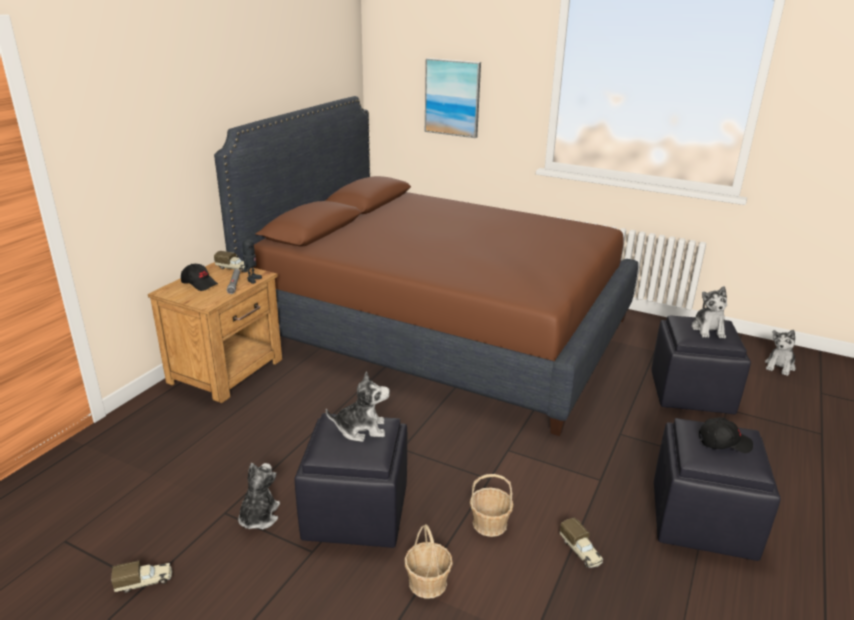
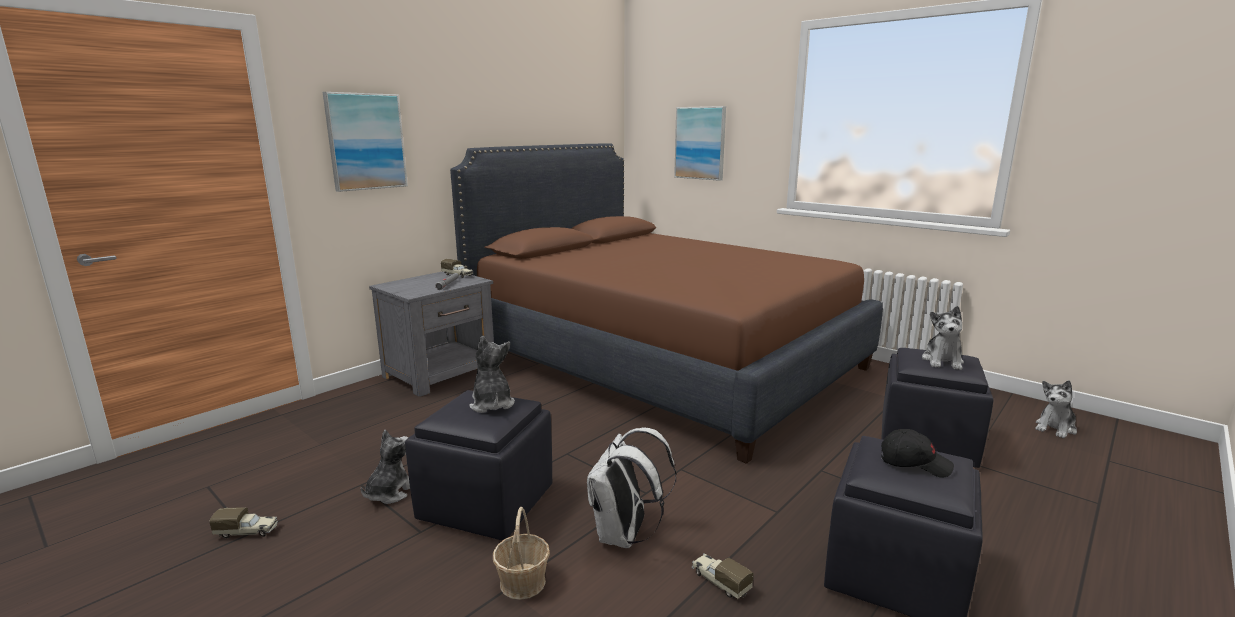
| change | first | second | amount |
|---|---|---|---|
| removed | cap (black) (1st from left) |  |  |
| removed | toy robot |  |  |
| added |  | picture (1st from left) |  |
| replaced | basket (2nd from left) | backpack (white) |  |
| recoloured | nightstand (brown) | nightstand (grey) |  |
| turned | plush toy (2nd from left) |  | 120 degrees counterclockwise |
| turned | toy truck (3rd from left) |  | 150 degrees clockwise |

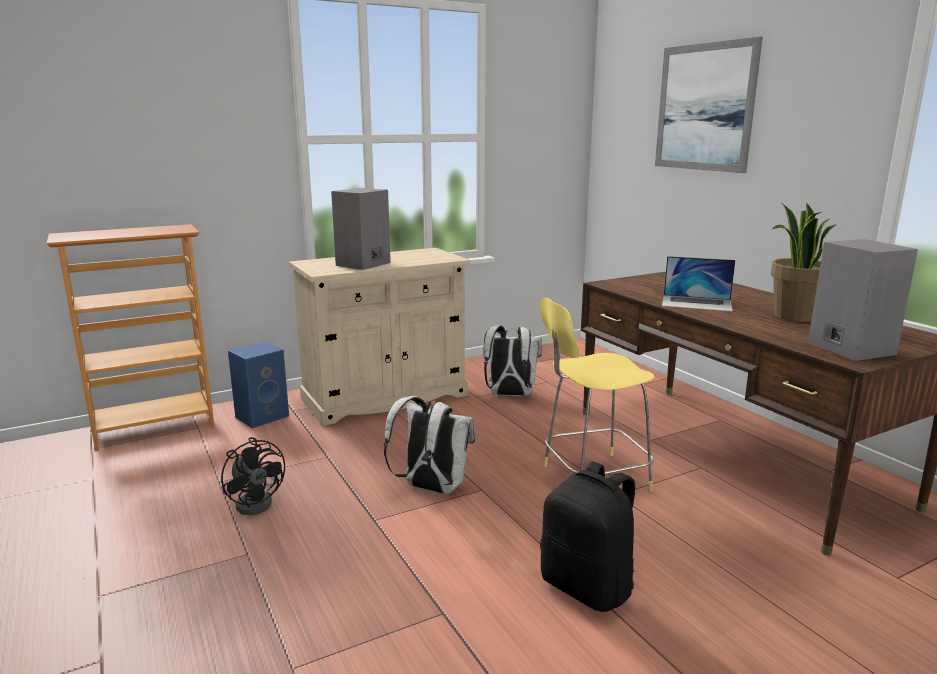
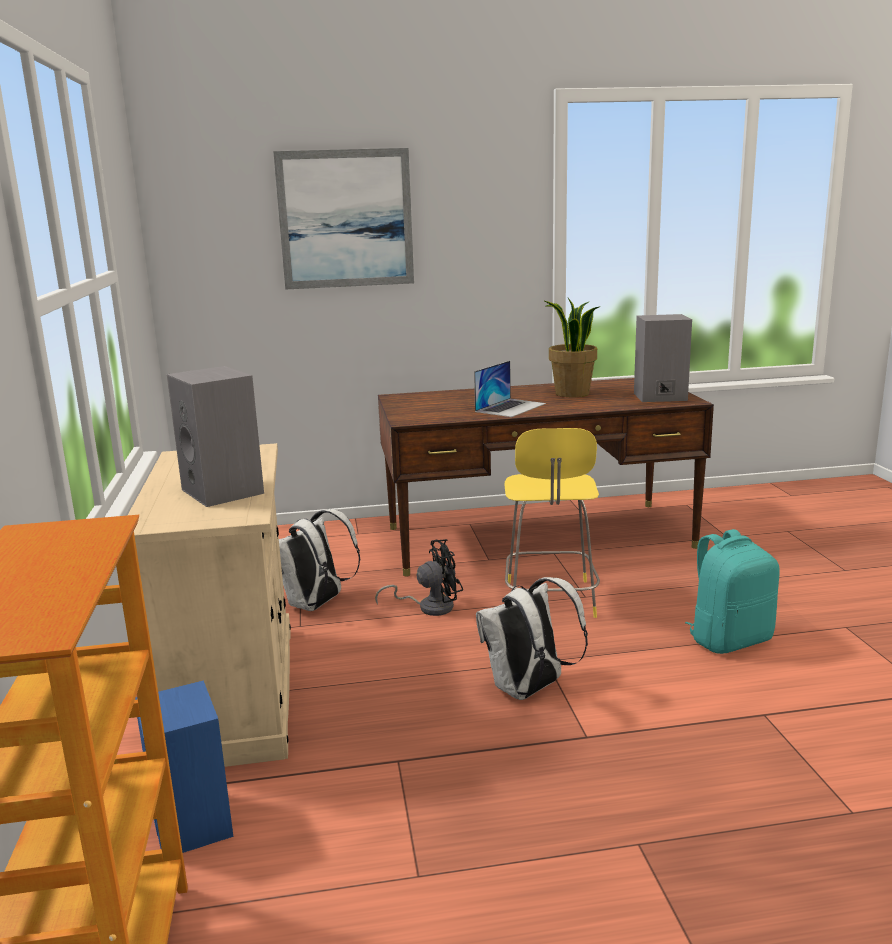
| change | first | second | amount |
|---|---|---|---|
| moved | fan (black) |  |  |
| recoloured | backpack (black) | backpack (turquoise) |  |

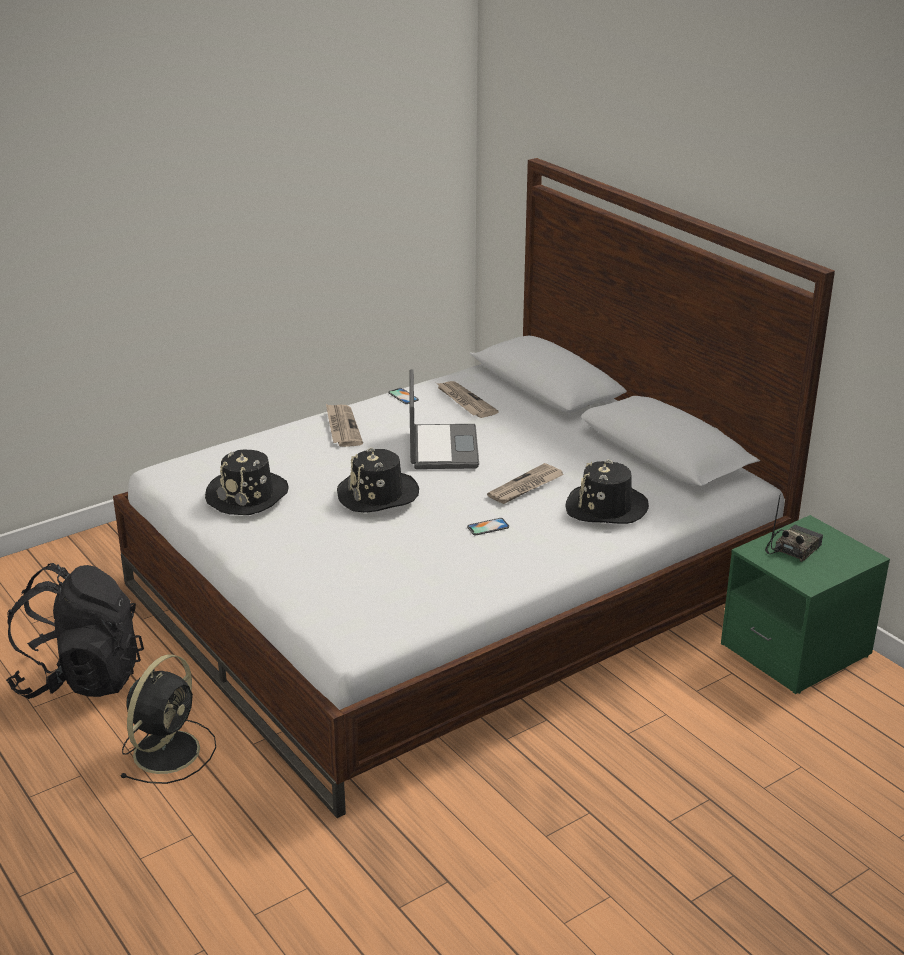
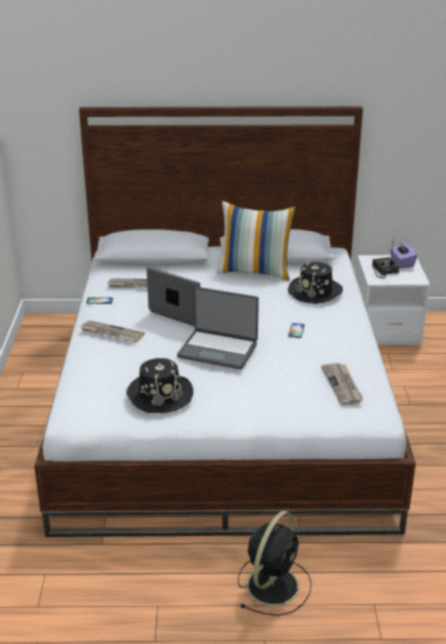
| change | first | second | amount |
|---|---|---|---|
| removed | backpack (black) |  |  |
| added |  | pillow |  |
| added |  | tissue box (purple) |  |
| moved | newspaper (3rd from left) |  |  |
| replaced | hat (black) (2nd from left) | laptop (2nd from left) |  |
| recoloured | nightstand (green) | nightstand (white) |  |
| turned | fan (black) |  | 60 degrees clockwise |

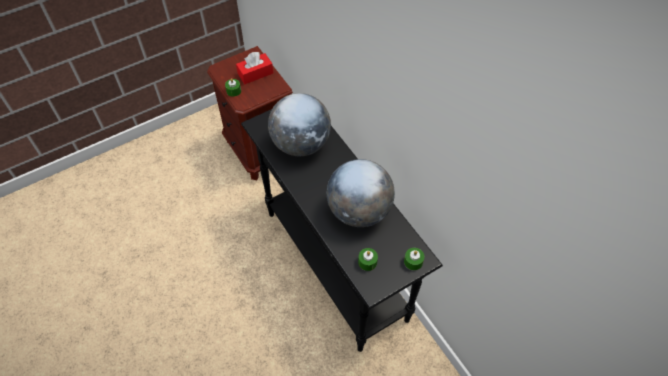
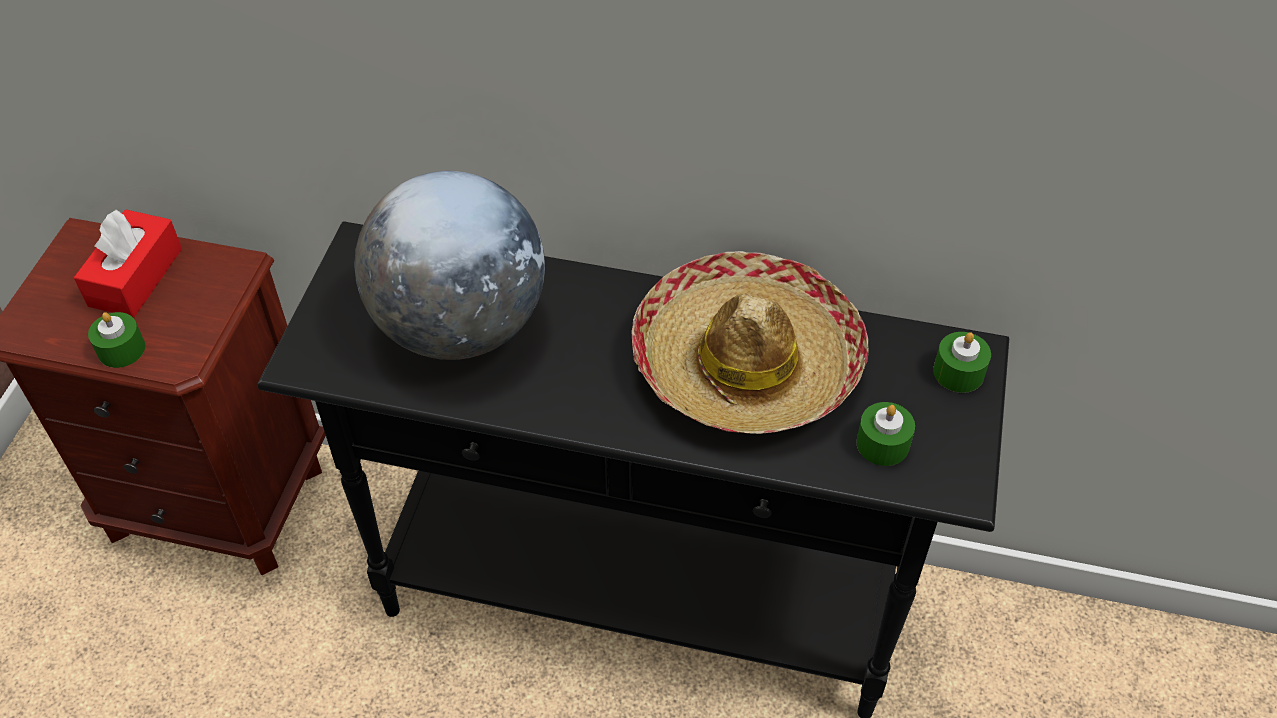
| change | first | second | amount |
|---|---|---|---|
| replaced | globe (2nd from left) | hat |  |

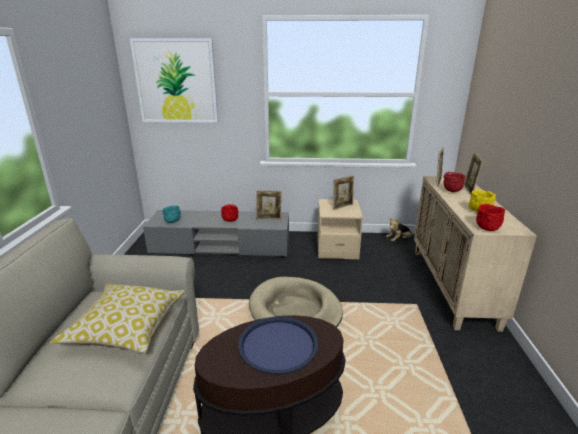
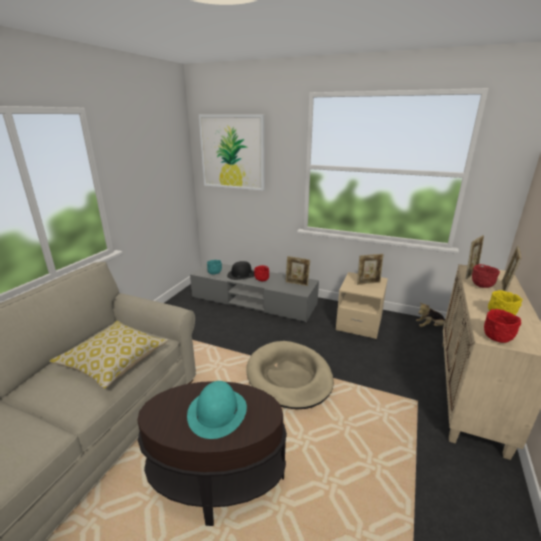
| change | first | second | amount |
|---|---|---|---|
| added |  | hat (black) |  |
| replaced | tray (blue) | hat (turquoise) |  |

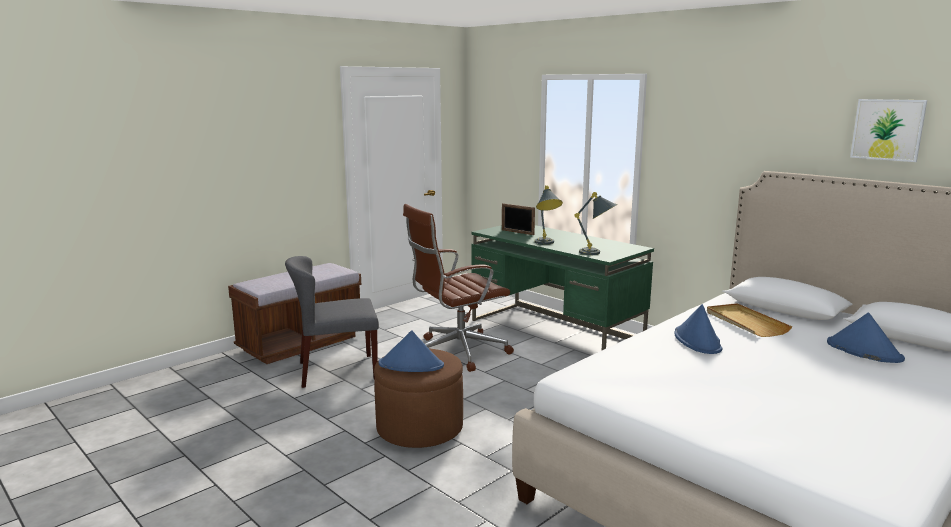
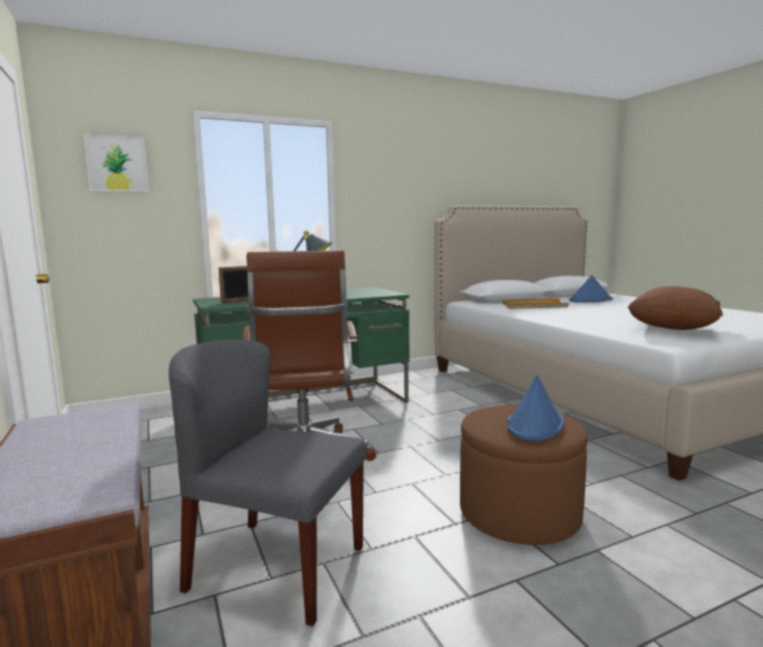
| change | first | second | amount |
|---|---|---|---|
| removed | table lamp (grey) (2nd from left) |  |  |
| removed | hat (blue) (2nd from left) |  |  |
| added |  | pillow (brown) |  |
| moved | picture |  |  |
| turned | chair (grey) |  | 105 degrees clockwise |

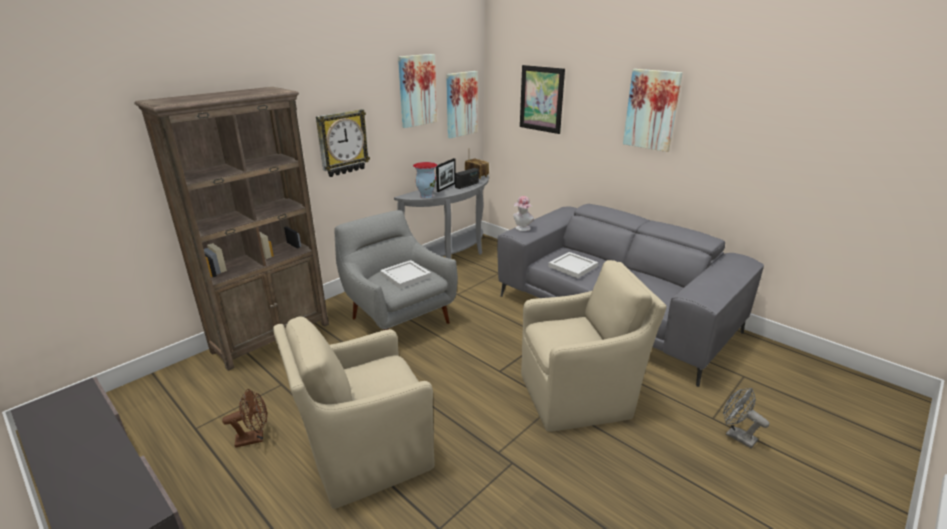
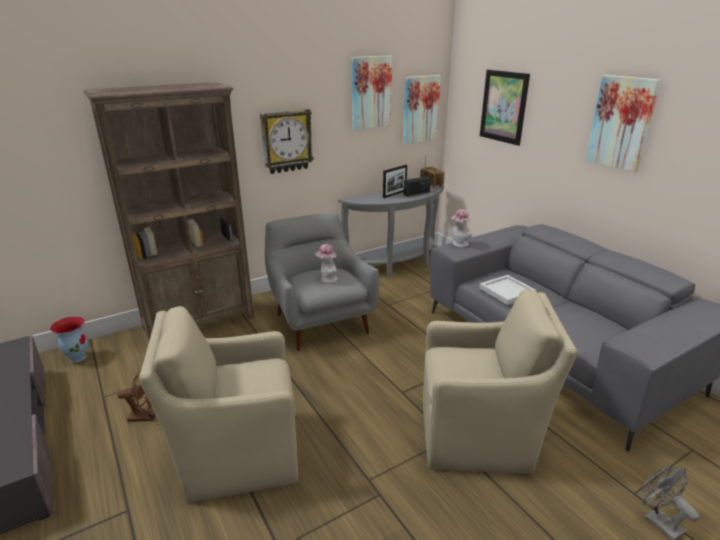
| change | first | second | amount |
|---|---|---|---|
| moved | vase |  |  |
| replaced | tray (white) (1st from left) | hat (1st from left) |  |

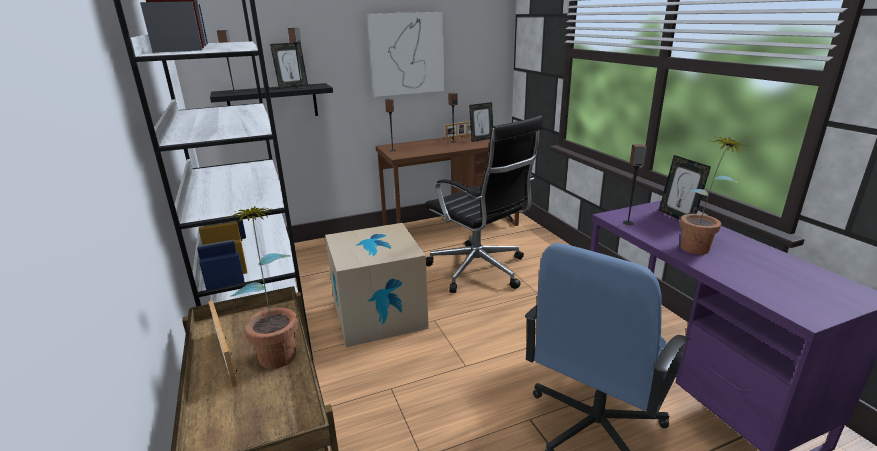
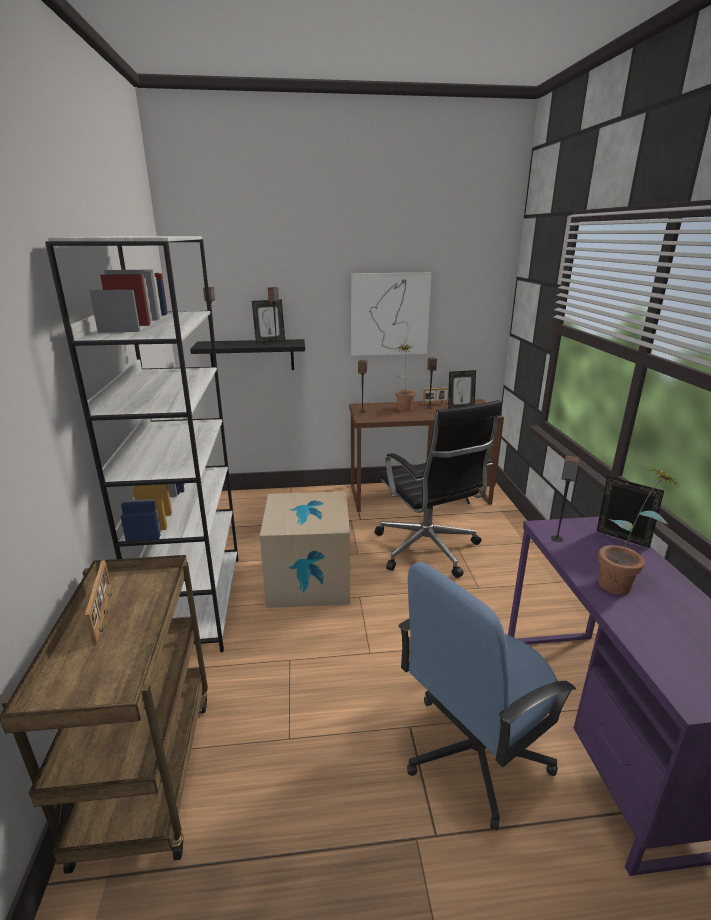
| change | first | second | amount |
|---|---|---|---|
| moved | potted plant (1st from left) |  |  |
| turned | picture frame (5th from left) |  | 135 degrees clockwise |

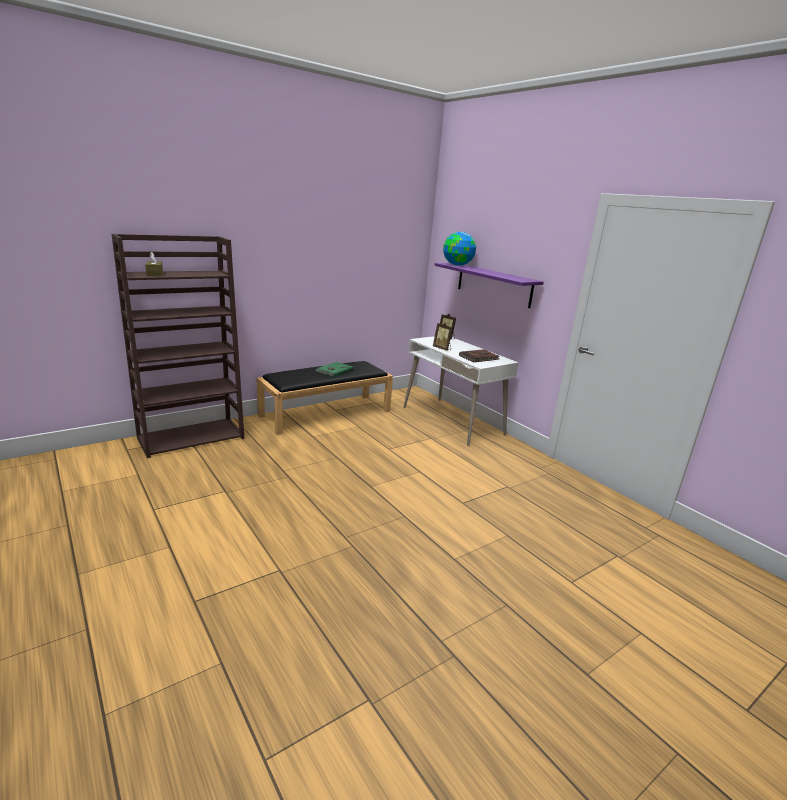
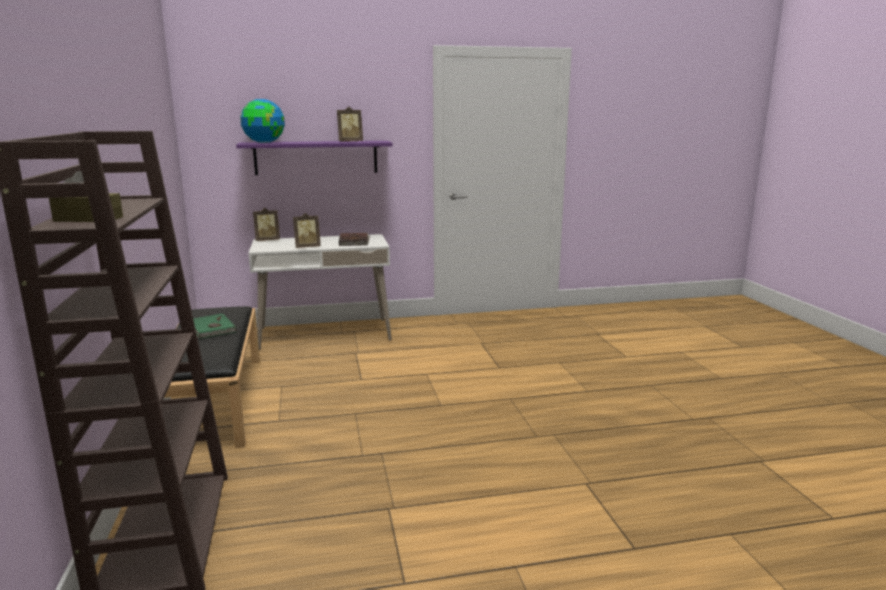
| change | first | second | amount |
|---|---|---|---|
| added |  | picture frame (3rd from left) |  |

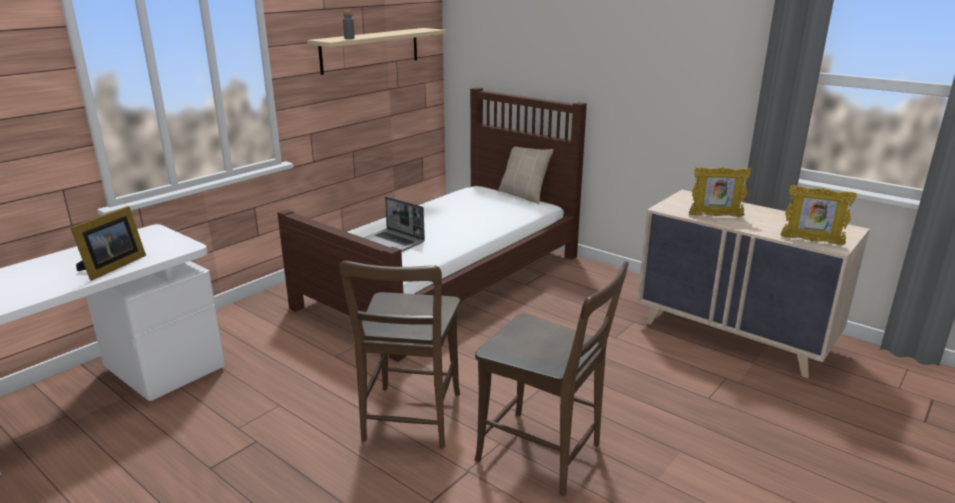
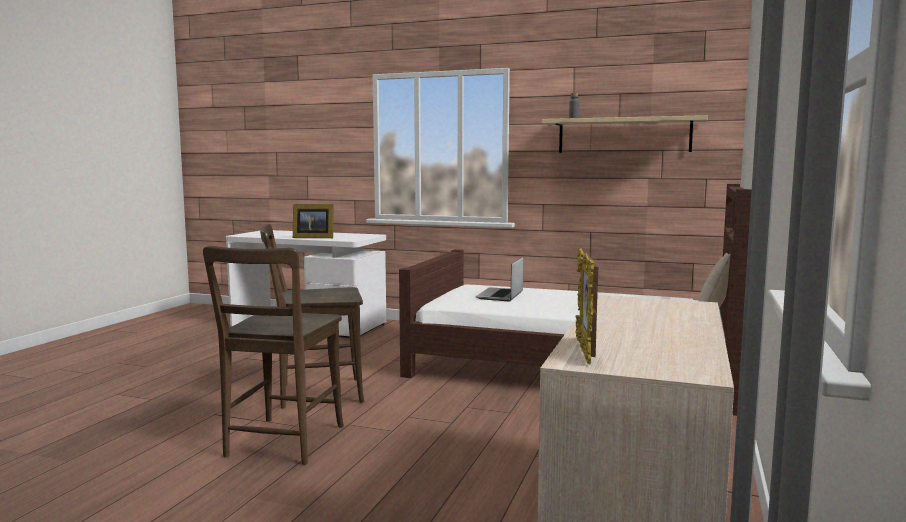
| change | first | second | amount |
|---|---|---|---|
| removed | picture frame (2nd from left) |  |  |

